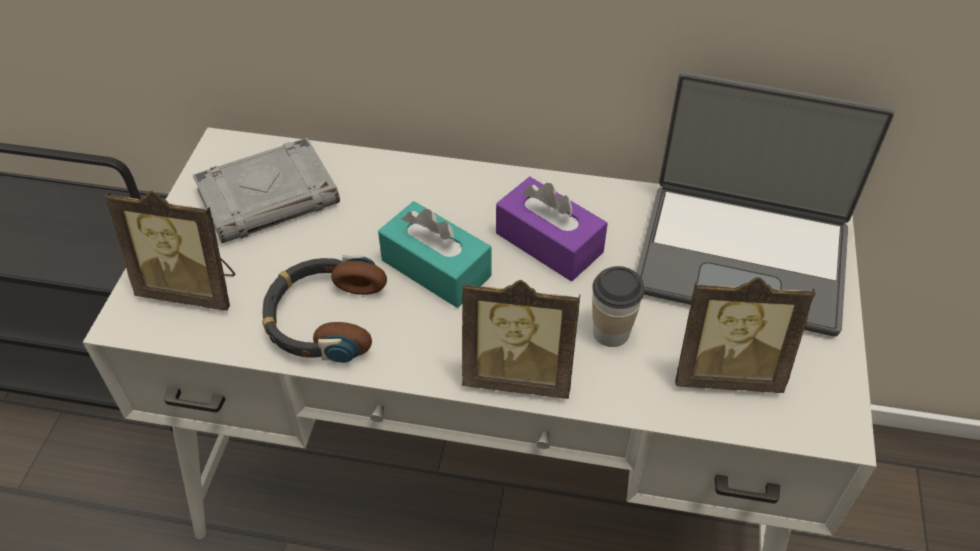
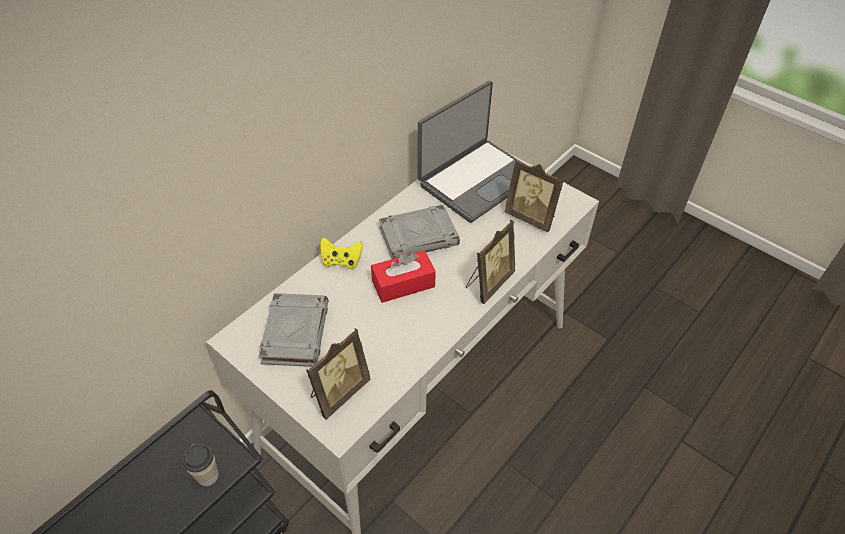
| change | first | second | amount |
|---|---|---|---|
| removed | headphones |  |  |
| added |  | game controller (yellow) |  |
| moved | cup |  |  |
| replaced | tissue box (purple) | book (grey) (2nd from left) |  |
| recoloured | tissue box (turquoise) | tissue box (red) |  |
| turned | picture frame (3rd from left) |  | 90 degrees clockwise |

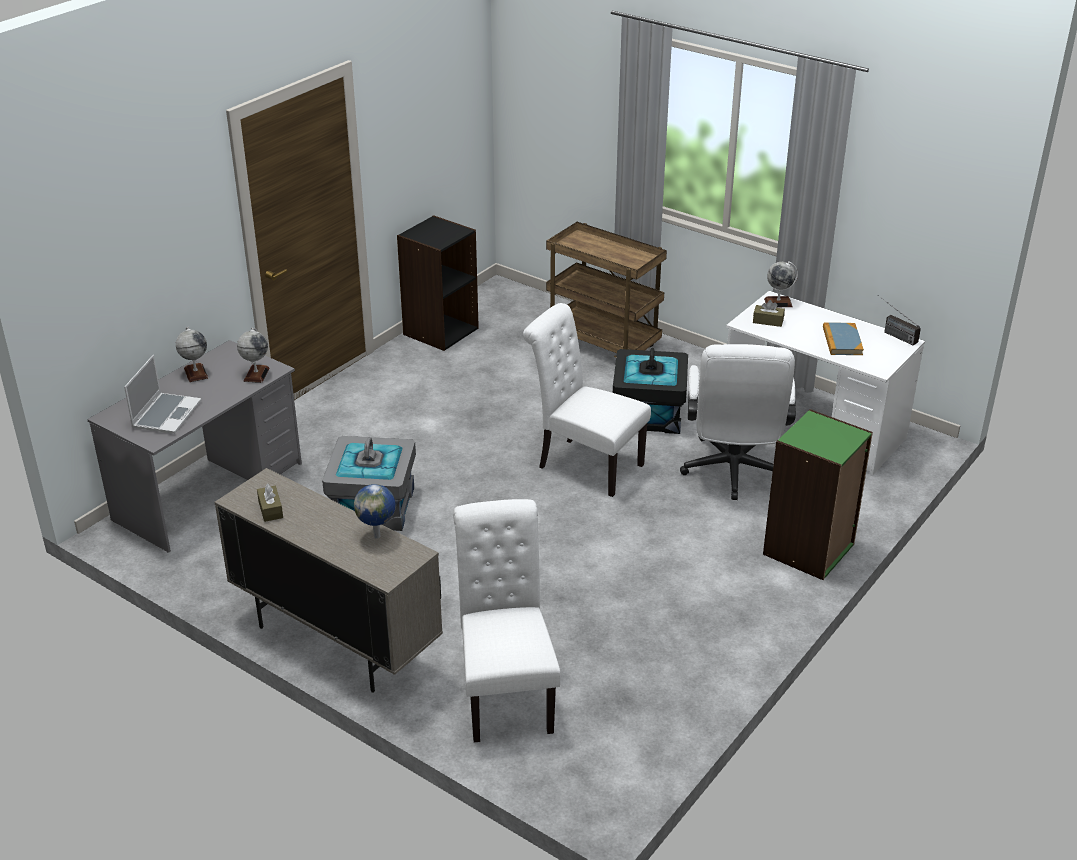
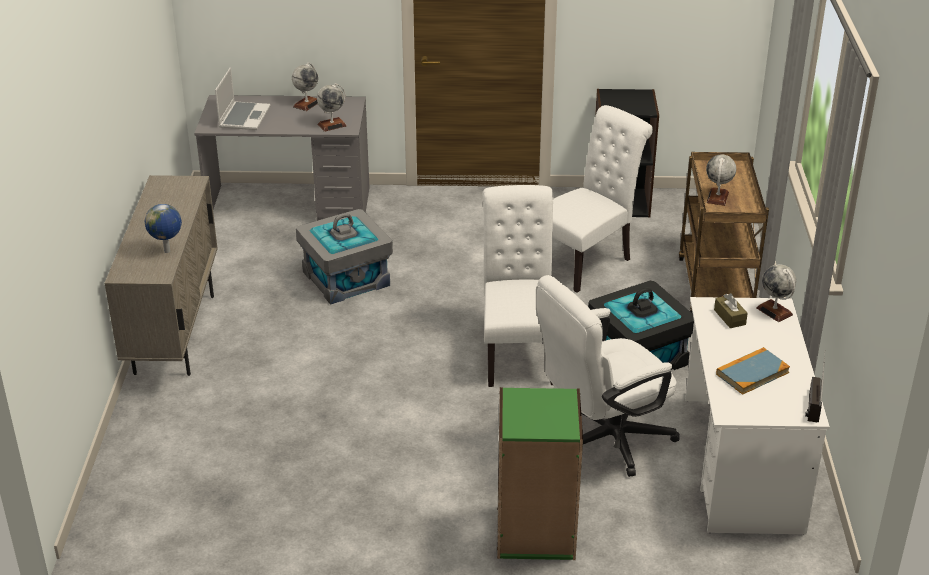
| change | first | second | amount |
|---|---|---|---|
| removed | tissue box (brown) (1st from left) |  |  |
| added |  | globe (4th from left) |  |
| moved | chair (white) (1st from left in the first image) | chair (white) (2nd from left) |  |
| turned | laptop |  | 60 degrees counterclockwise |

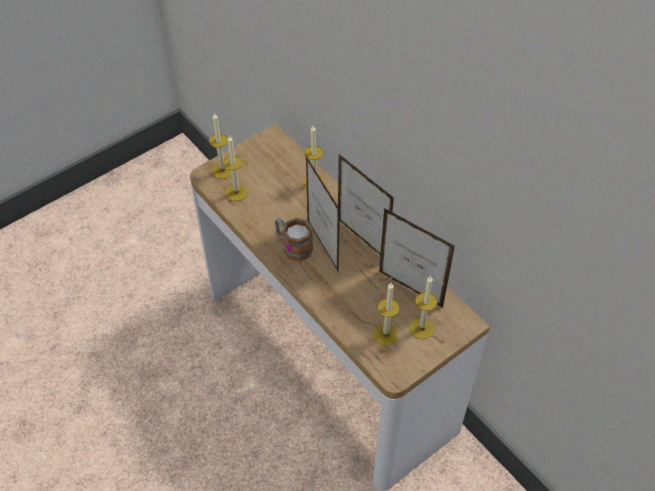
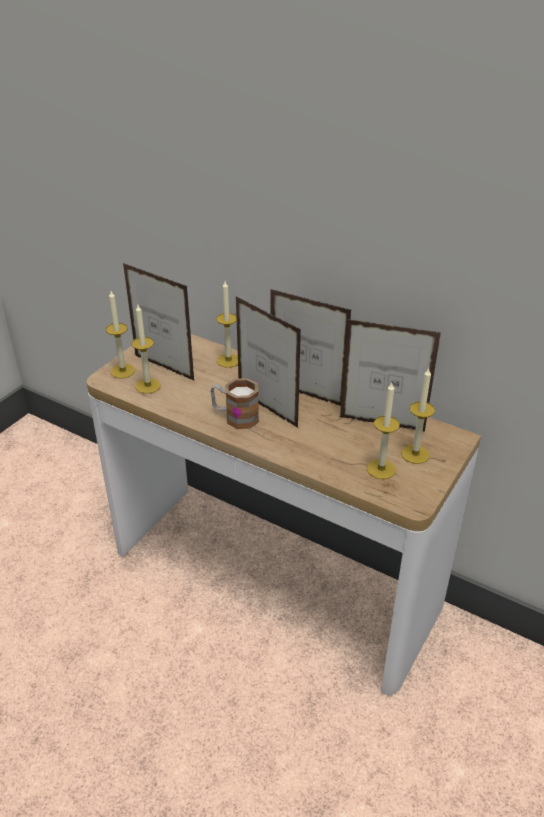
| change | first | second | amount |
|---|---|---|---|
| added |  | picture frame (1st from left) |  |

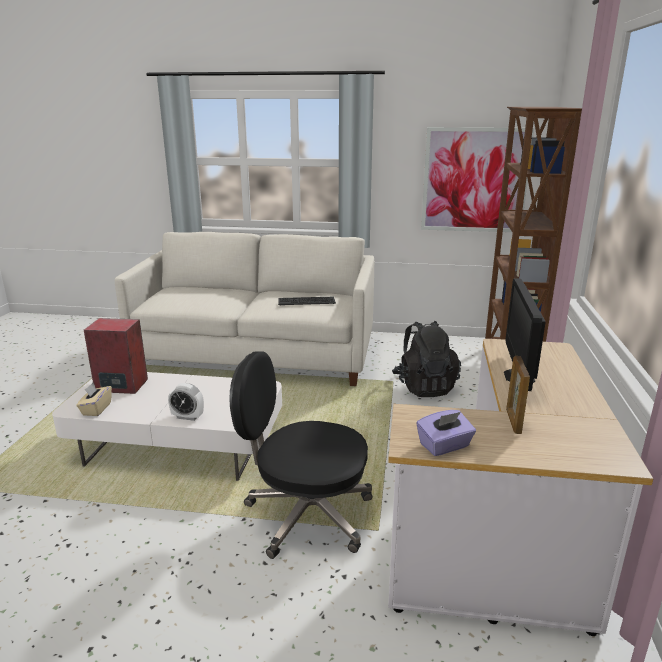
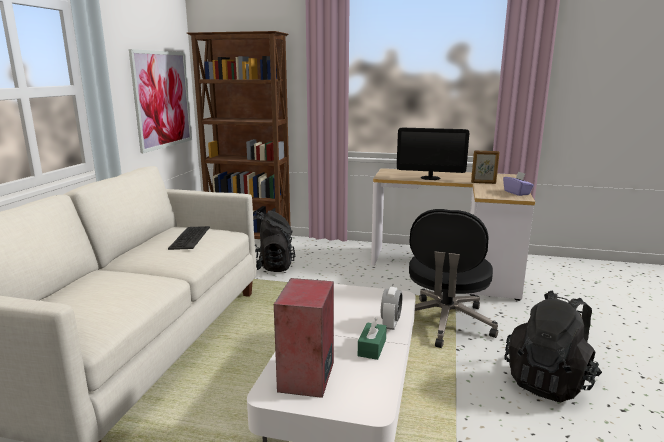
| change | first | second | amount |
|---|---|---|---|
| removed | tissue box (beige) |  |  |
| added |  | tissue box (green) |  |
| added |  | backpack (black) (2nd from left) |  |

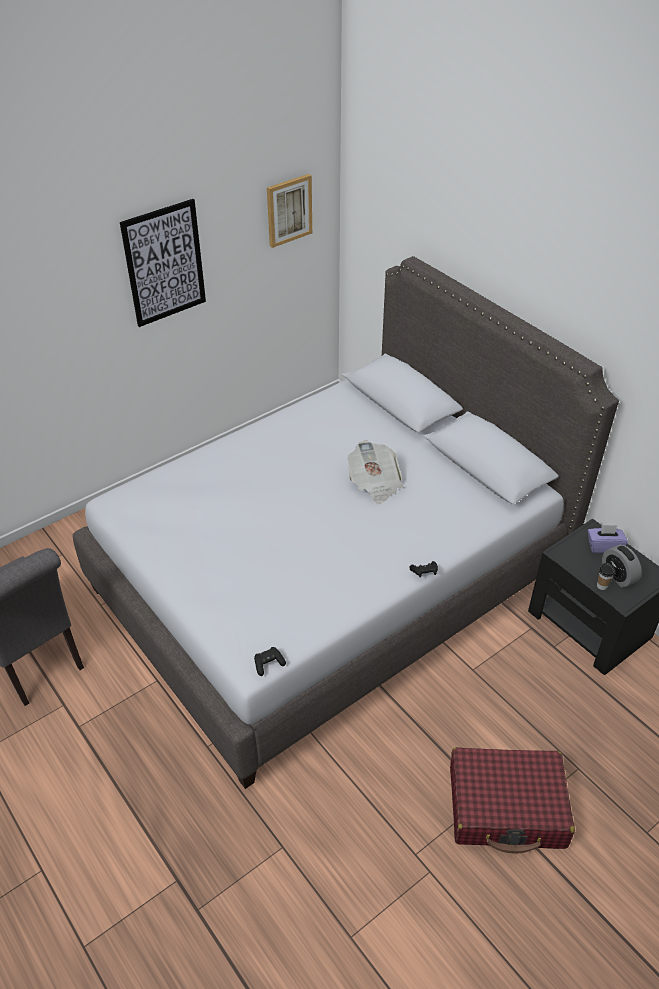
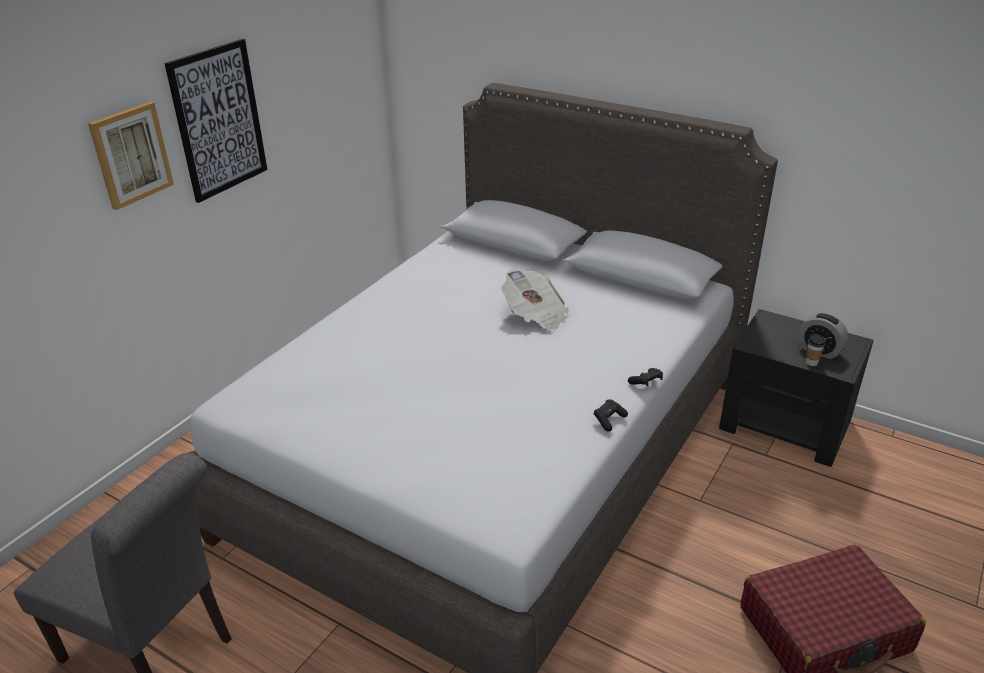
| change | first | second | amount |
|---|---|---|---|
| removed | tissue box (purple) |  |  |
| moved | game controller (black) (1st from left) |  |  |
| moved | picture (2nd from left in the first image) | picture (1st from left) |  |

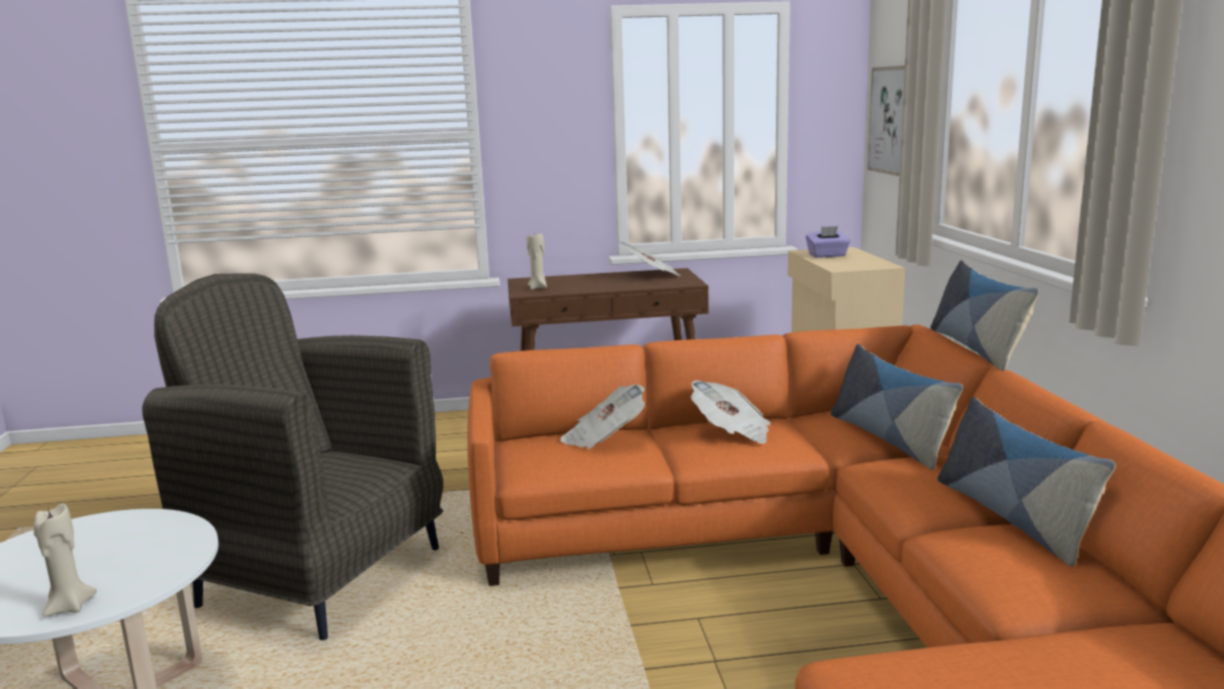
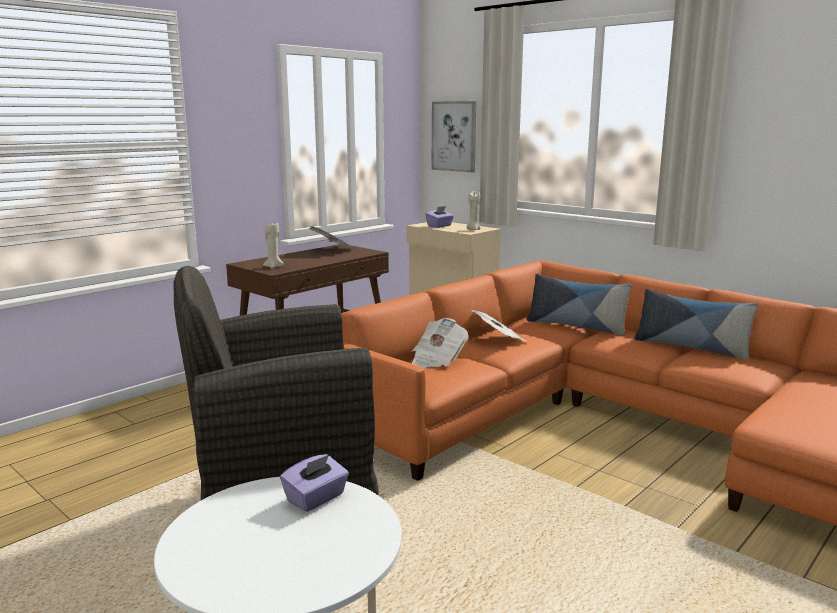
| change | first | second | amount |
|---|---|---|---|
| removed | pillow (2nd from left) |  |  |
| added |  | tissue box (purple) (1st from left) |  |
| moved | candle (beige) (1st from left in the first image) | candle (beige) (2nd from left) |  |

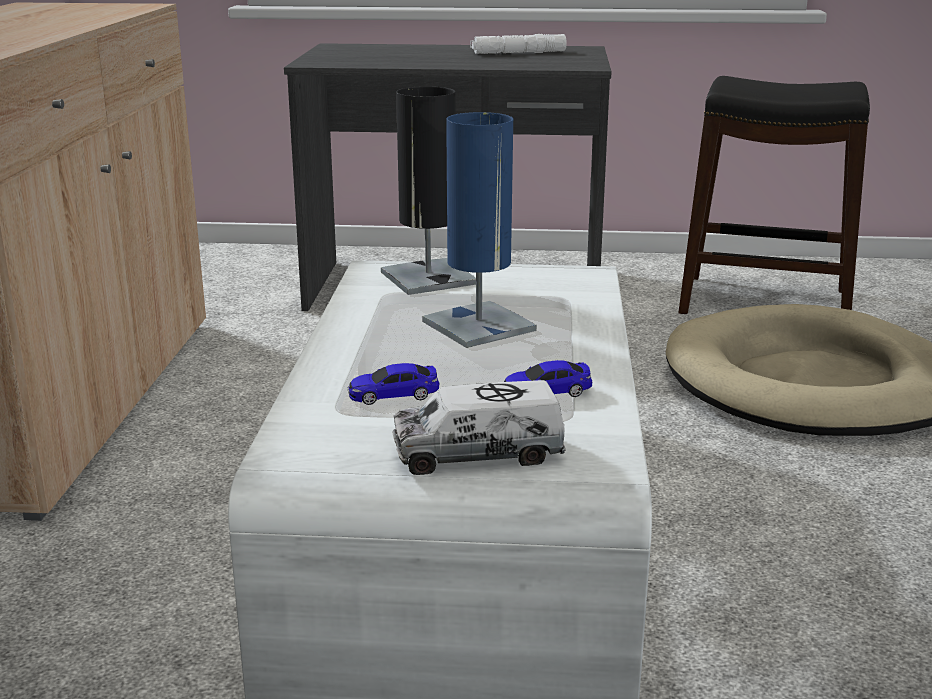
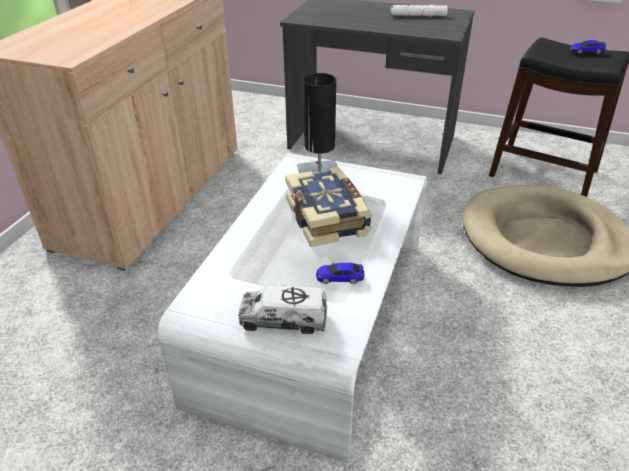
| change | first | second | amount |
|---|---|---|---|
| moved | toy car (1st from left in the first image) | toy car (2nd from left) |  |
| replaced | table lamp (blue) | book |  |

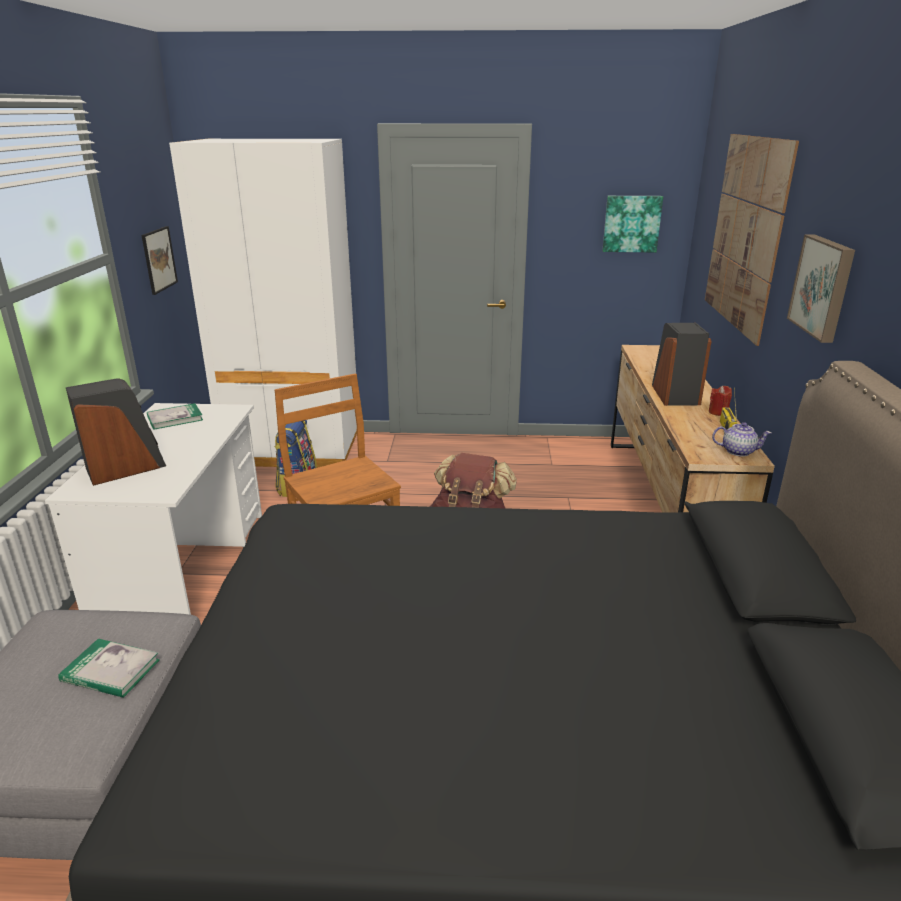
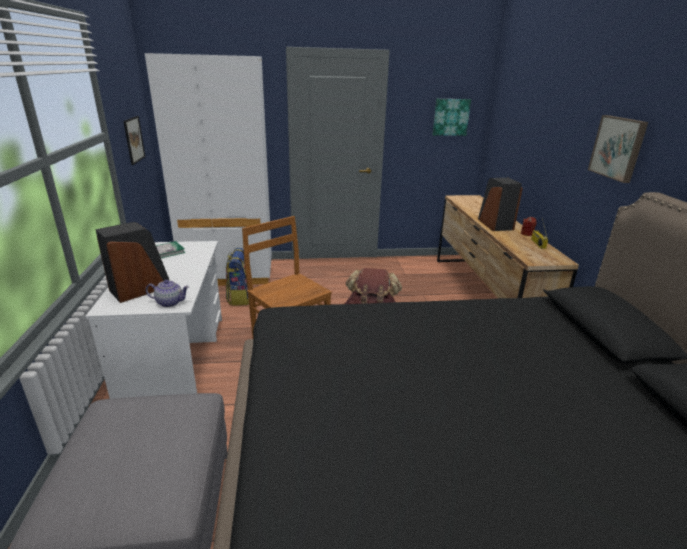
| change | first | second | amount |
|---|---|---|---|
| removed | book (1st from left) |  |  |
| removed | picture (3rd from left) |  |  |
| moved | teapot |  |  |

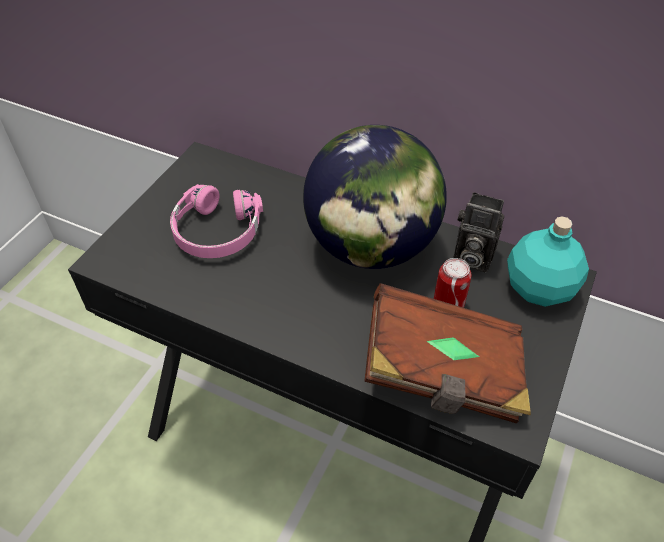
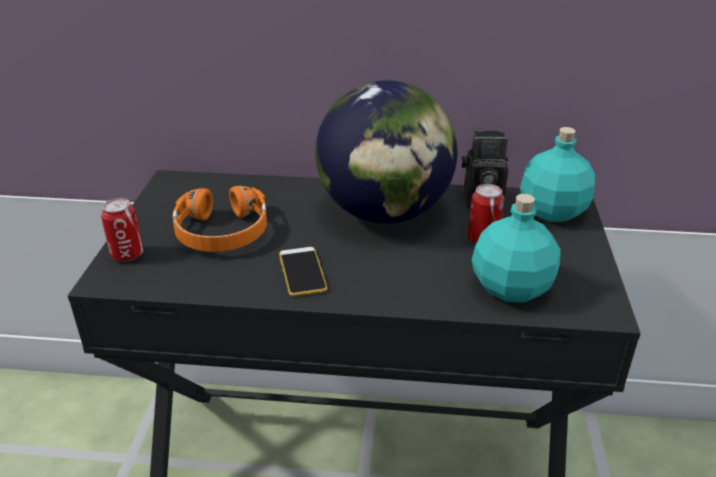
| change | first | second | amount |
|---|---|---|---|
| added |  | can (1st from left) |  |
| added |  | phone |  |
| replaced | book (brown) | bottle (turquoise) (1st from left) |  |
| recoloured | headphones (pink) | headphones (orange) |  |

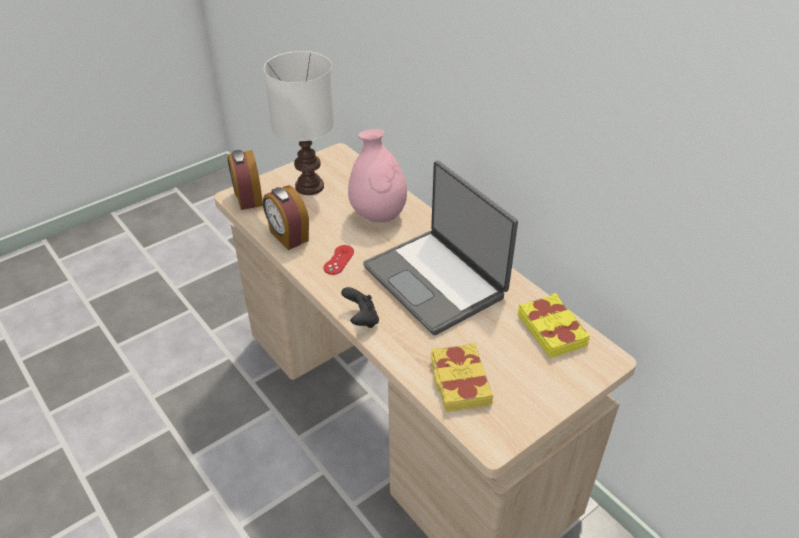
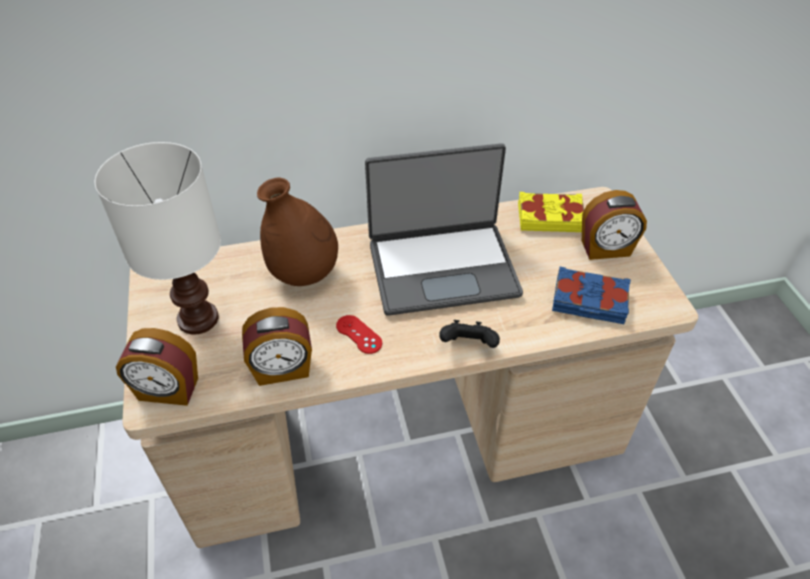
| change | first | second | amount |
|---|---|---|---|
| added |  | alarm clock (3rd from left) |  |
| recoloured | vase (pink) | vase (brown) |  |
| recoloured | book (yellow) (1st from left) | book (blue) |  |

